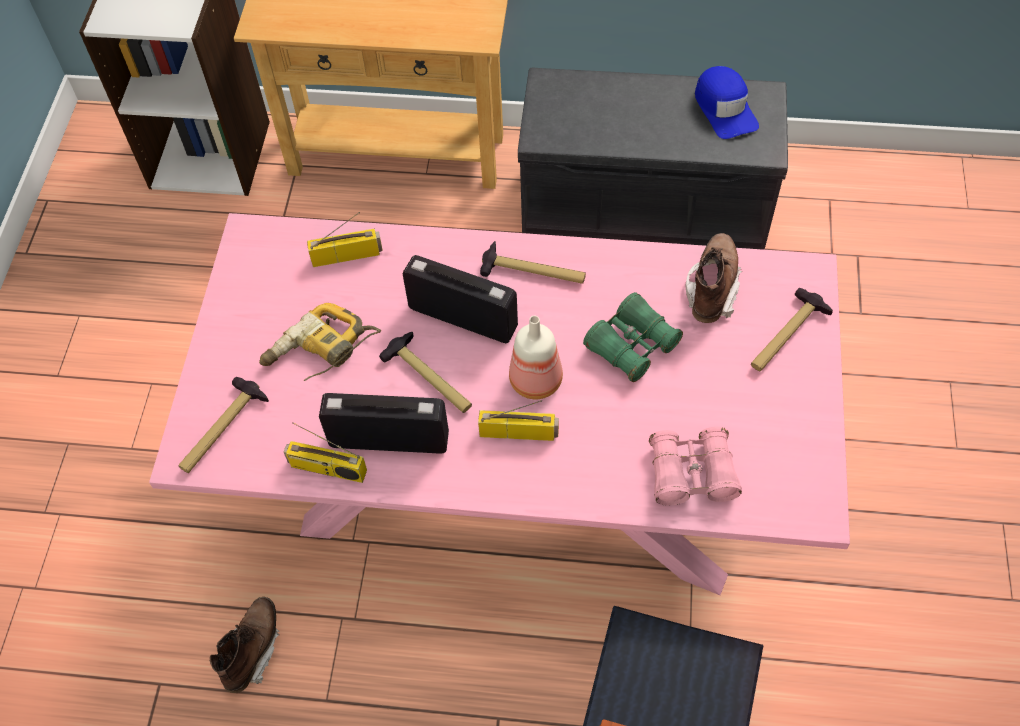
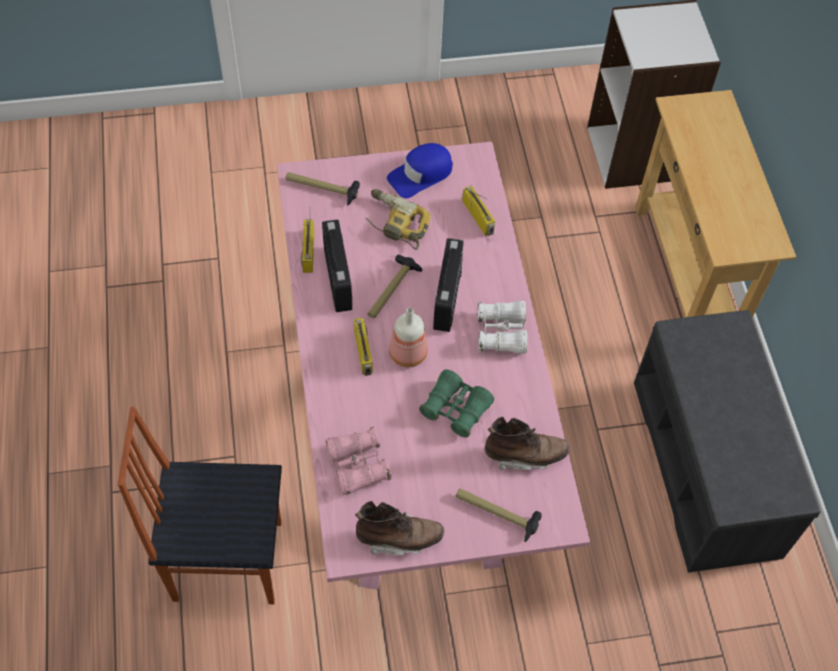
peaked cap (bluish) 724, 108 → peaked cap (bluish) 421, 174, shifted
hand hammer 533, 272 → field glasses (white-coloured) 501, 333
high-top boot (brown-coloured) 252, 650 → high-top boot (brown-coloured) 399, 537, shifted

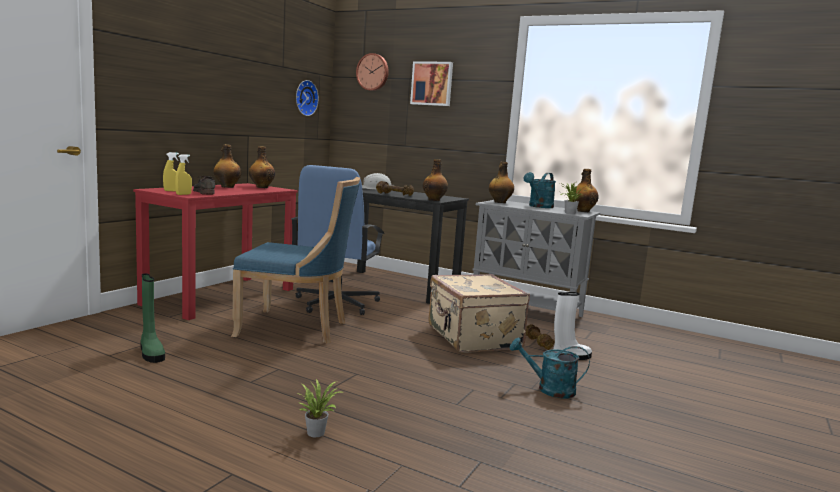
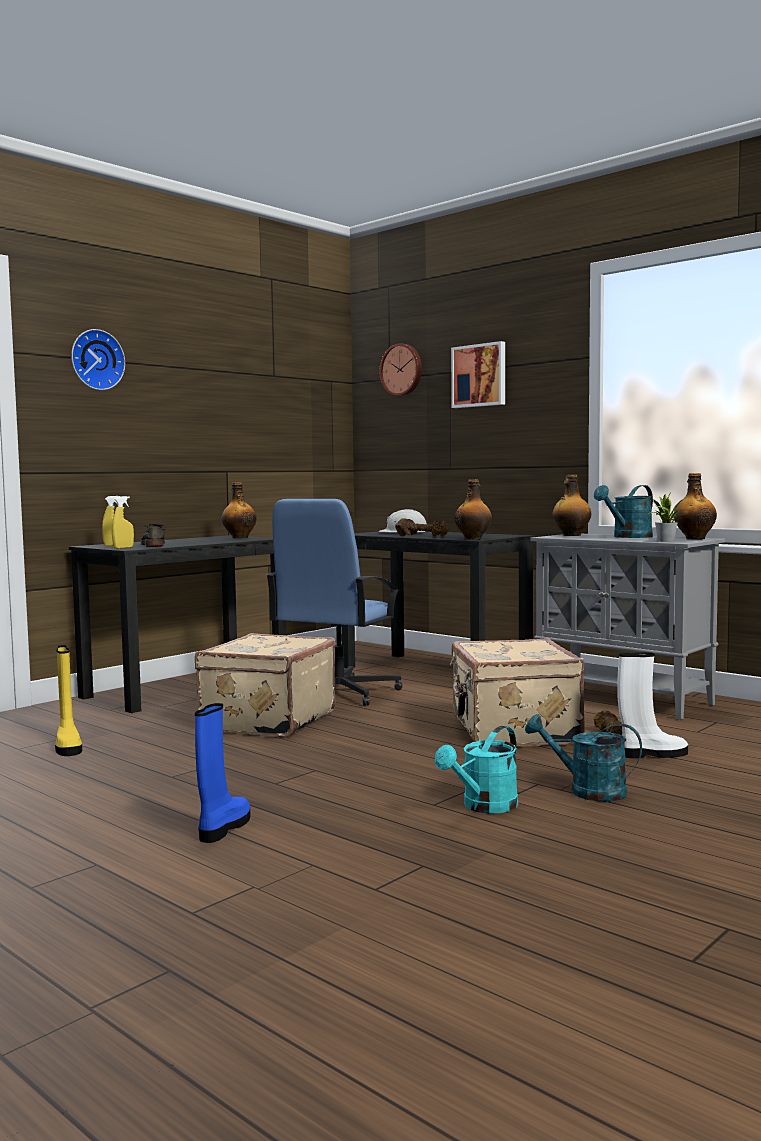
wall clock 305, 98 → wall clock 96, 360, shifted
drink bottle 227, 187 → -
plain chair (bluish) 297, 328 → piece of luggage (sand-coloured) 266, 721
desk table (red) 221, 296 → desk table (blackish) 187, 687
high-top boot (green) 151, 353 → high-top boot (yellow-coloured) 68, 746
plant in a pot 316, 431 → high-top boot (bluish) 223, 828
- → sprinkling can (turquoise) 484, 807

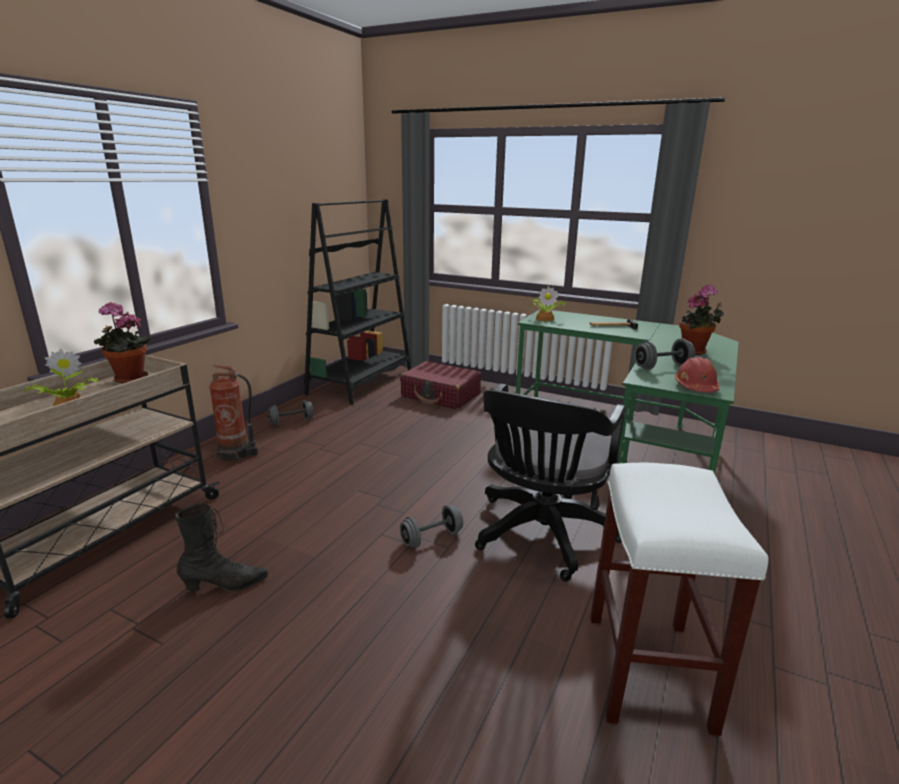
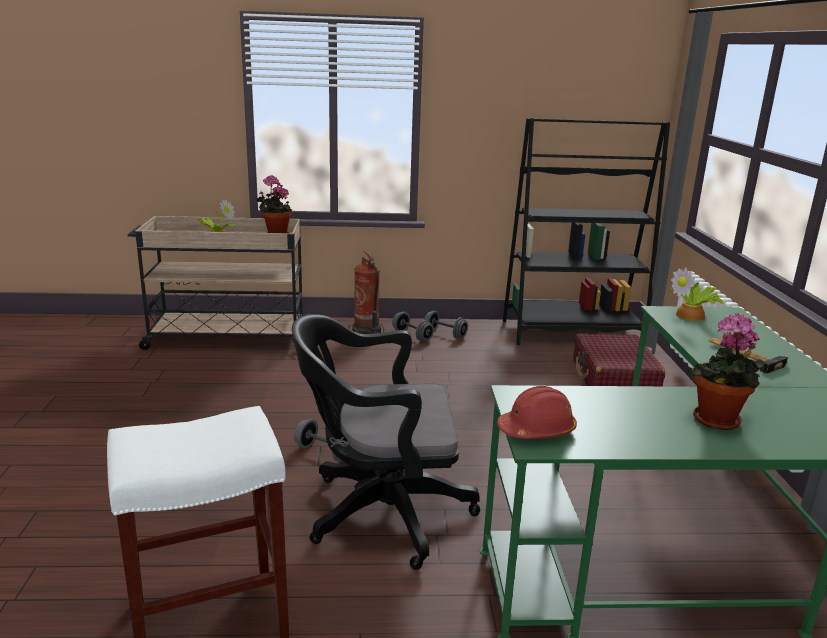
hand weight (greyish) 662, 367 → hand weight (greyish) 412, 336, shifted
high-top boot (blackish) 225, 585 → -

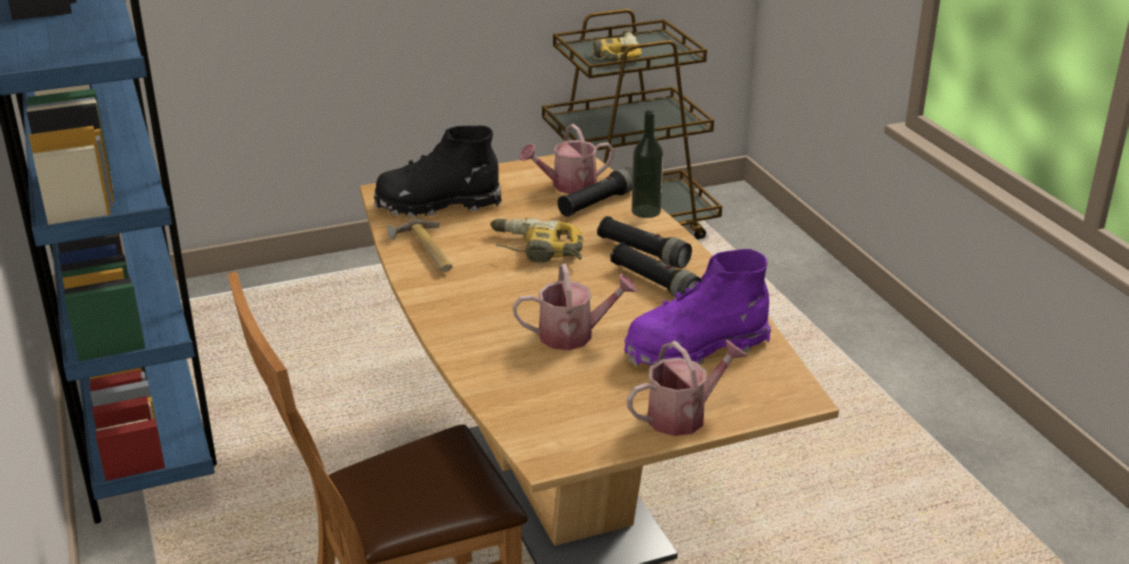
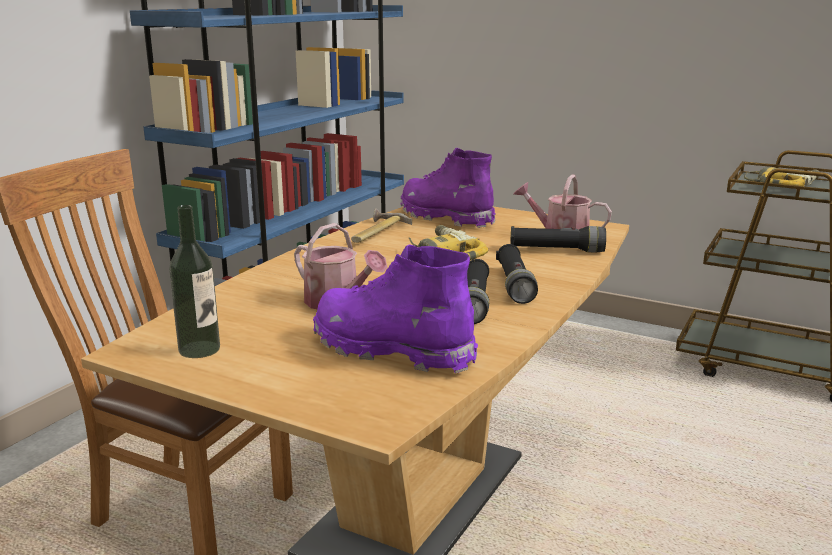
drink bottle 646, 211 → drink bottle 199, 349, shifted
high-top boot (blackish) 437, 204 → high-top boot (purplish) 446, 217
sprinkling can 683, 415 → -

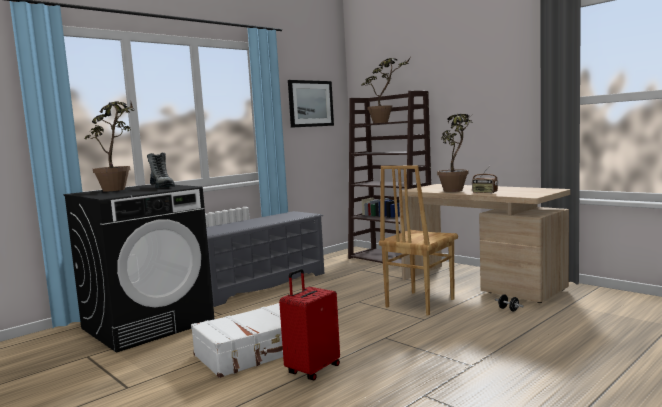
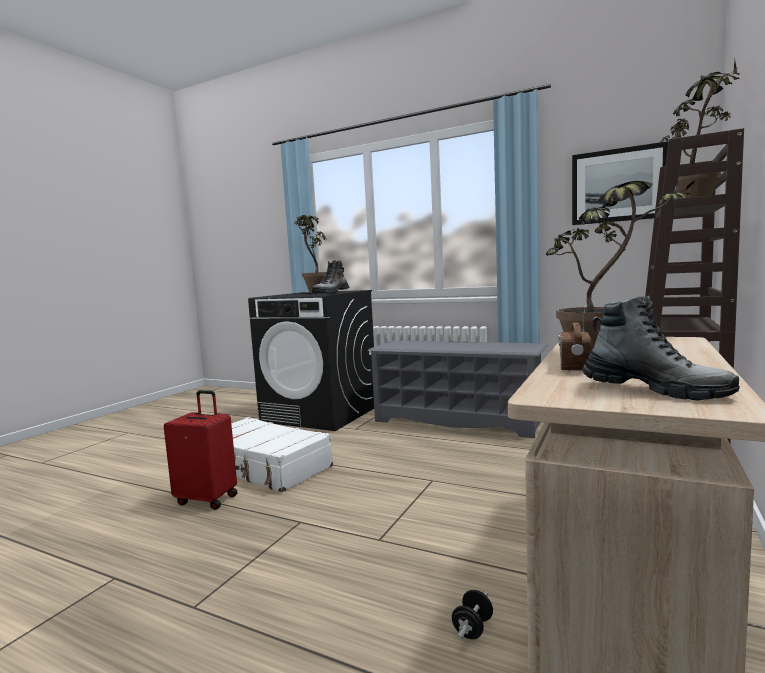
plain chair (brown-coloured) 418, 303 → -
- → high-top boot 654, 390

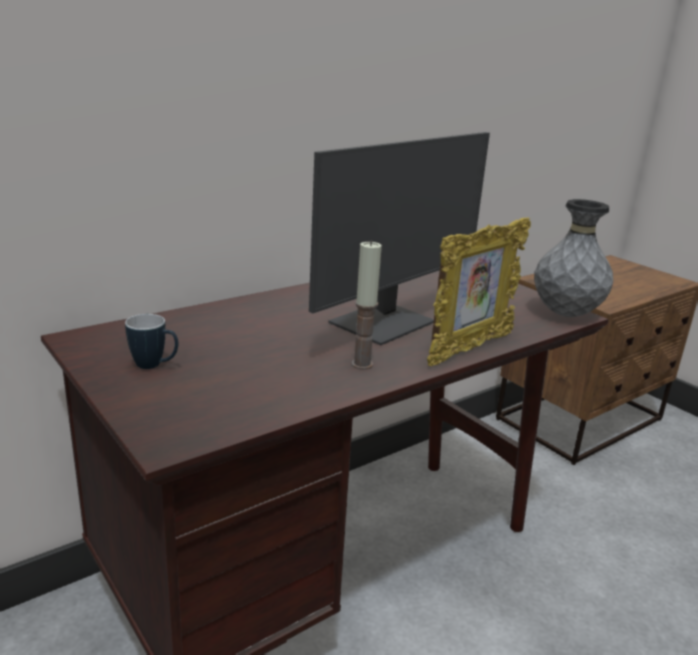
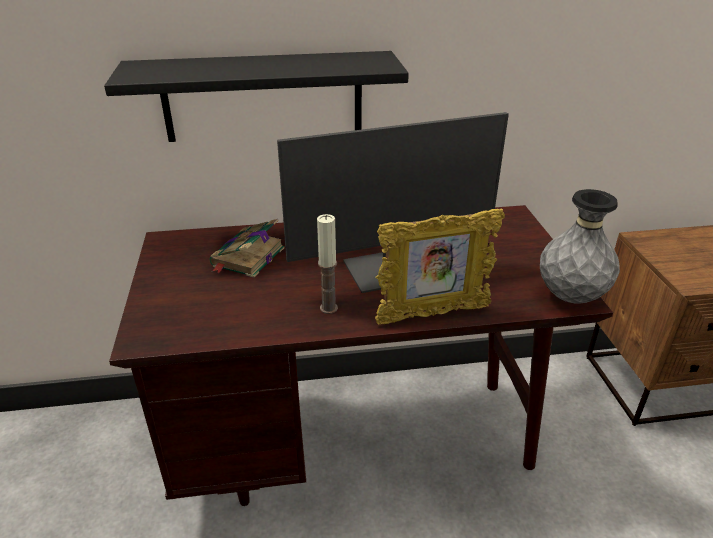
coffee mug 155, 366 → -
- → wall shelf (blackish) 263, 97
- → volume 247, 258

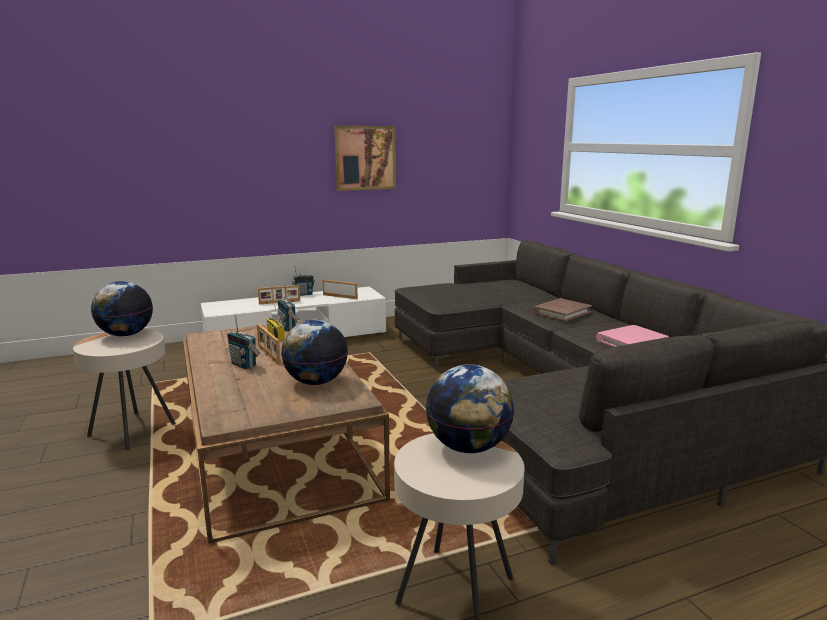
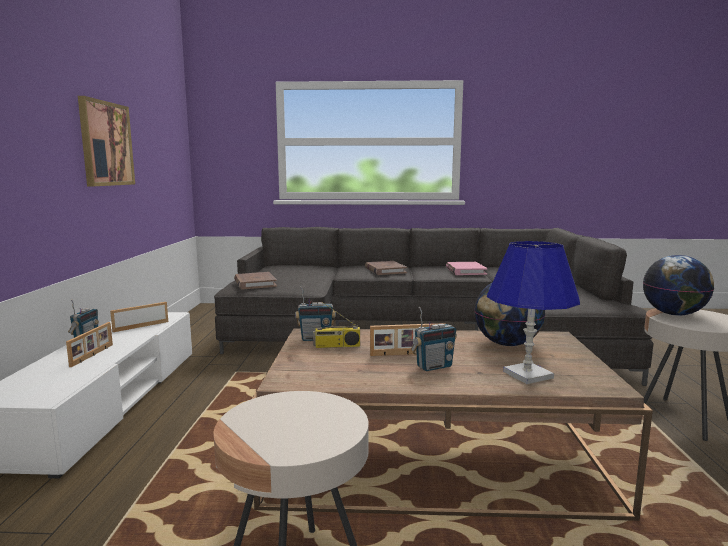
globe 126, 334 → -
- → table lamp (bluish) 527, 374
- → volume (brown-coloured) 255, 283

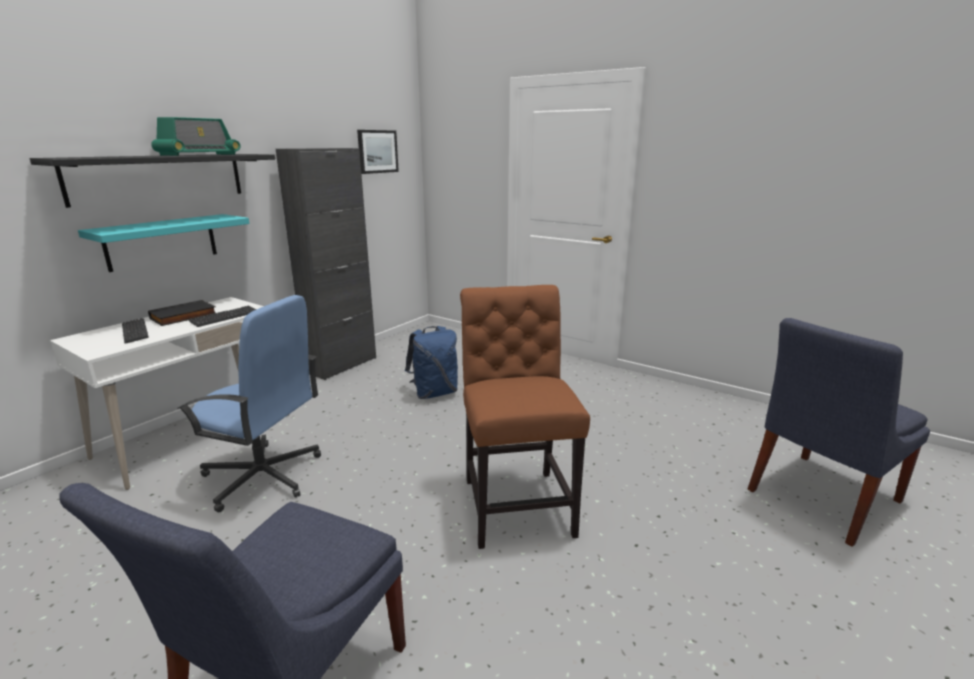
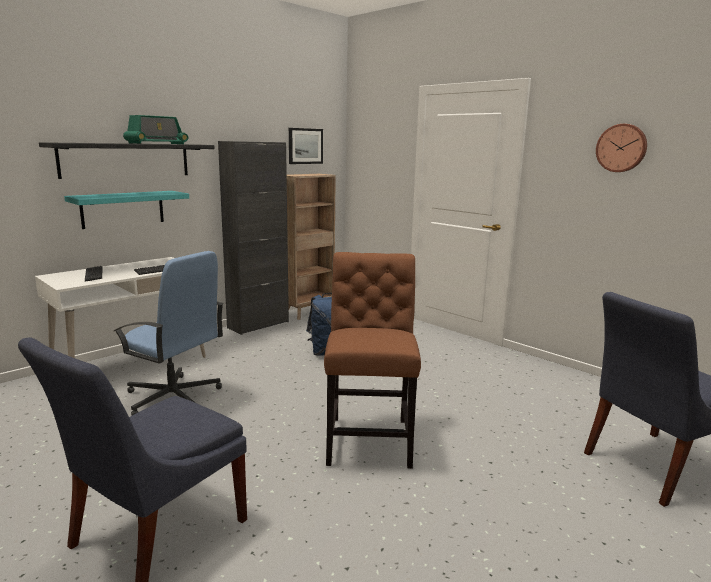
volume (blackish) 183, 316 → -
- → wall clock 621, 148
- → bookcase (brown-coloured) 308, 312

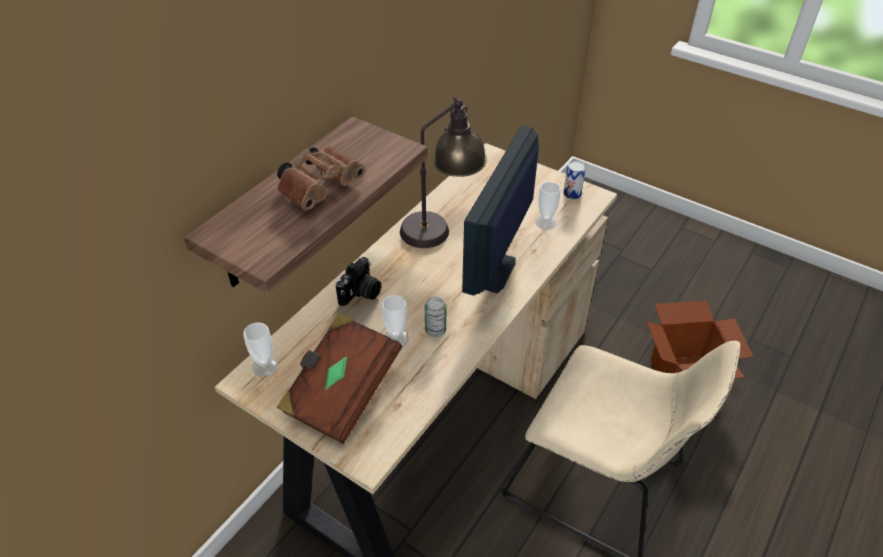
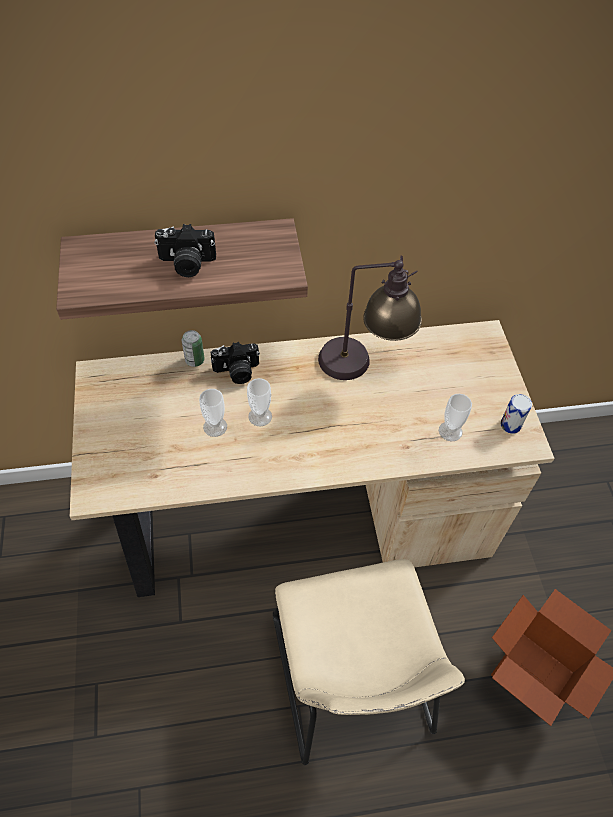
computer screen 493, 272 → -
field glasses (brown-coloured) 322, 187 → photo camera 186, 264
metal can 435, 330 → metal can 195, 360, shifted
volume (brown-coloured) 341, 391 → -
cup 265, 366 → cup 260, 416, shifted

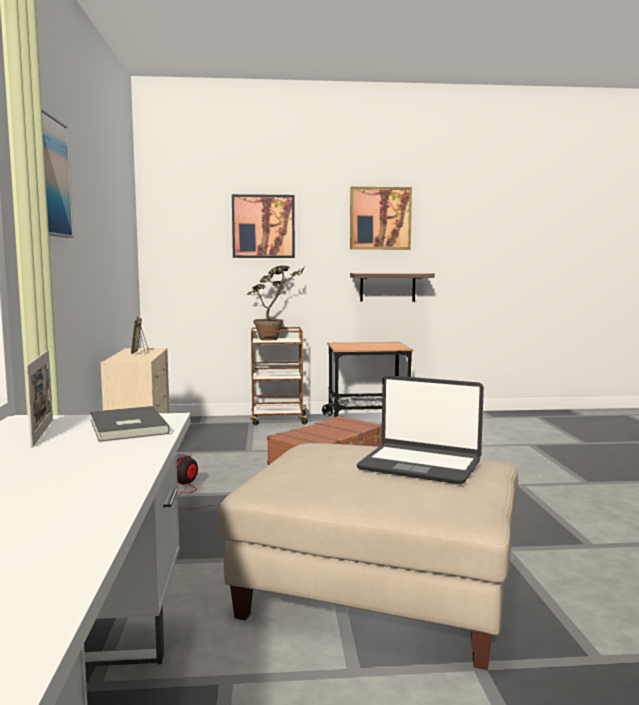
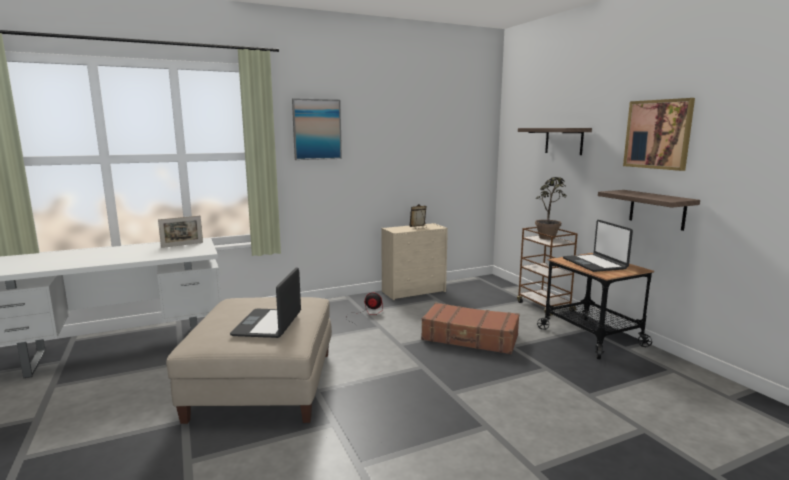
picture 263, 226 → wall shelf 564, 141
volume (greyish) 125, 427 → -
- → laptop 594, 264

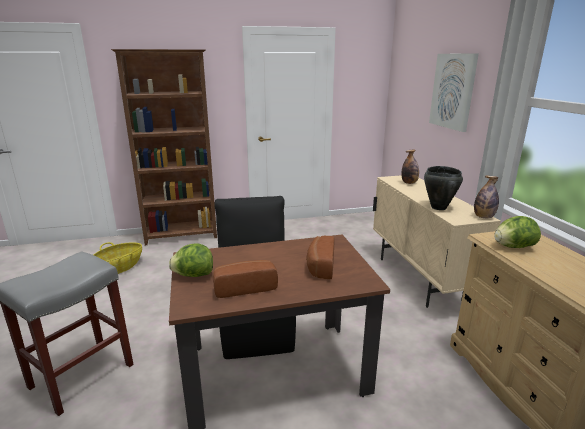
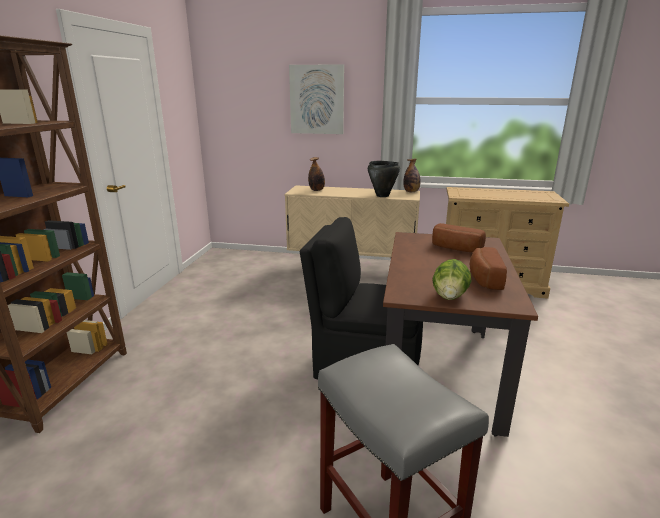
lettuce head 513, 247 → -
basket 118, 267 → -

